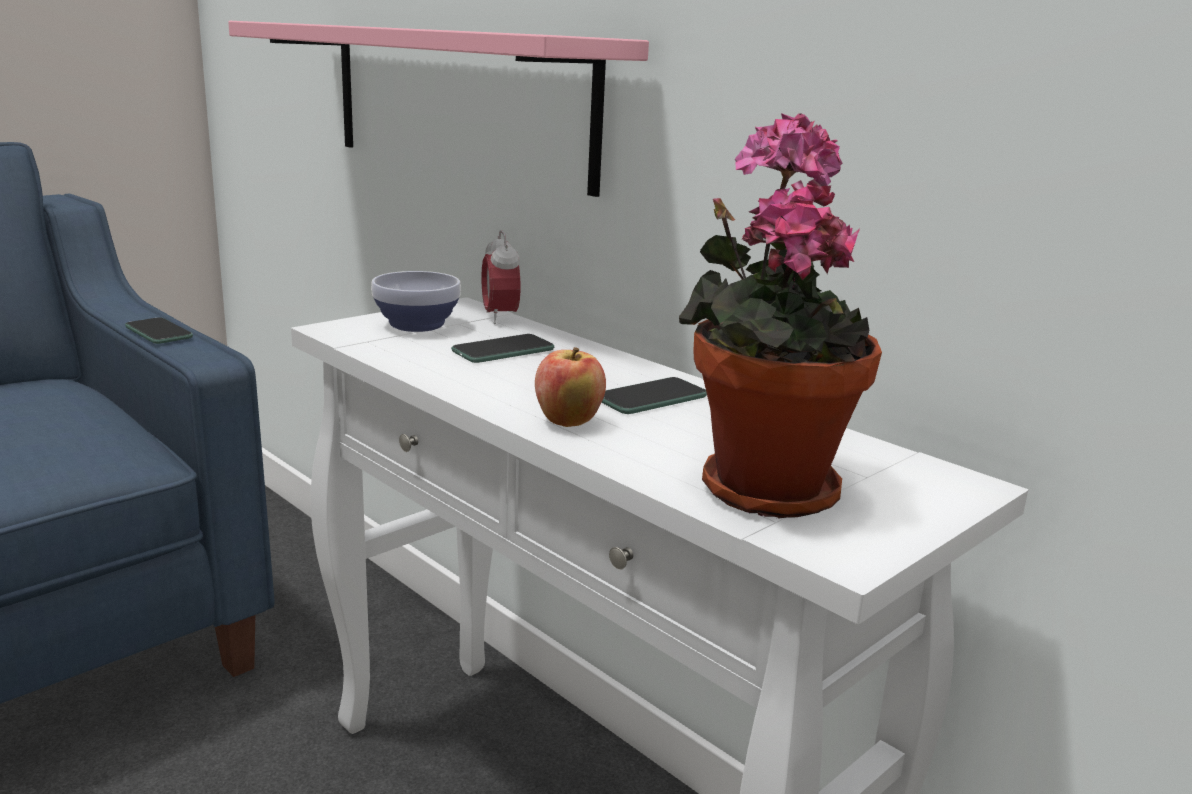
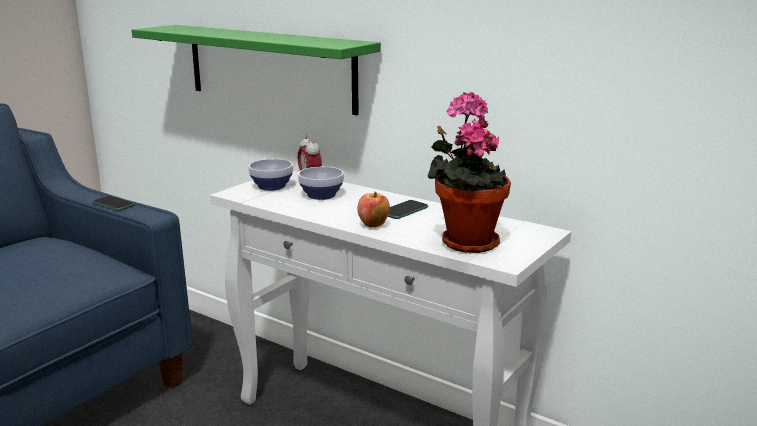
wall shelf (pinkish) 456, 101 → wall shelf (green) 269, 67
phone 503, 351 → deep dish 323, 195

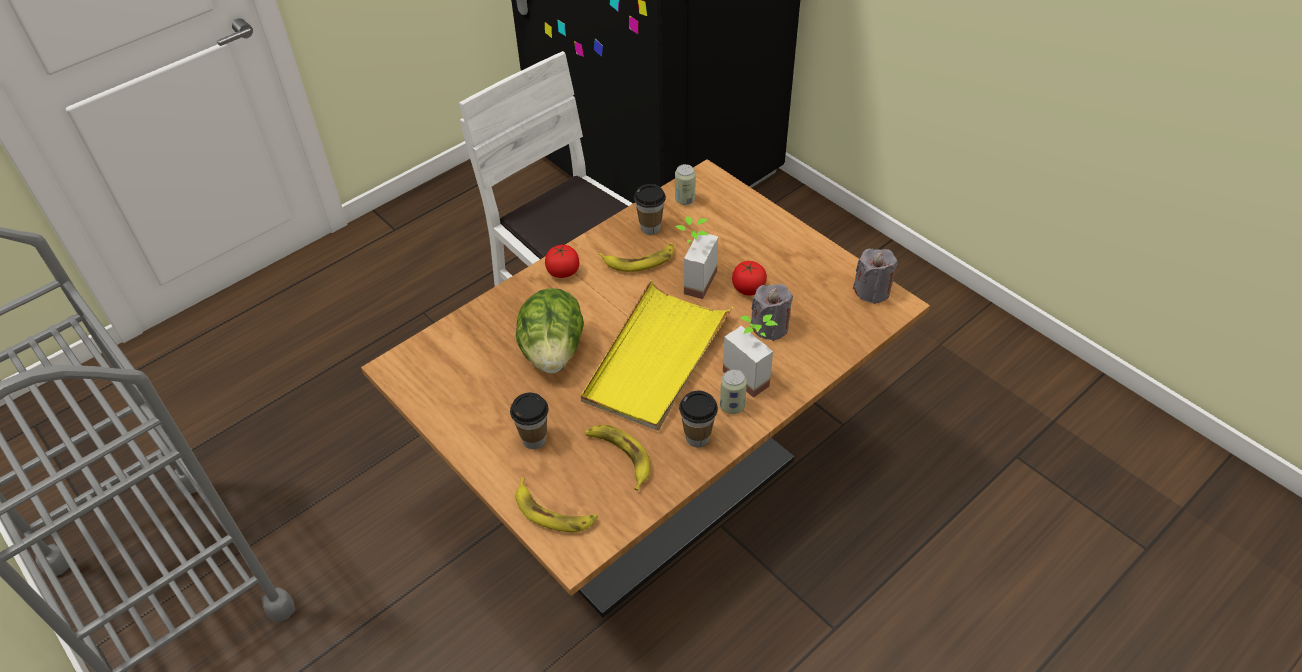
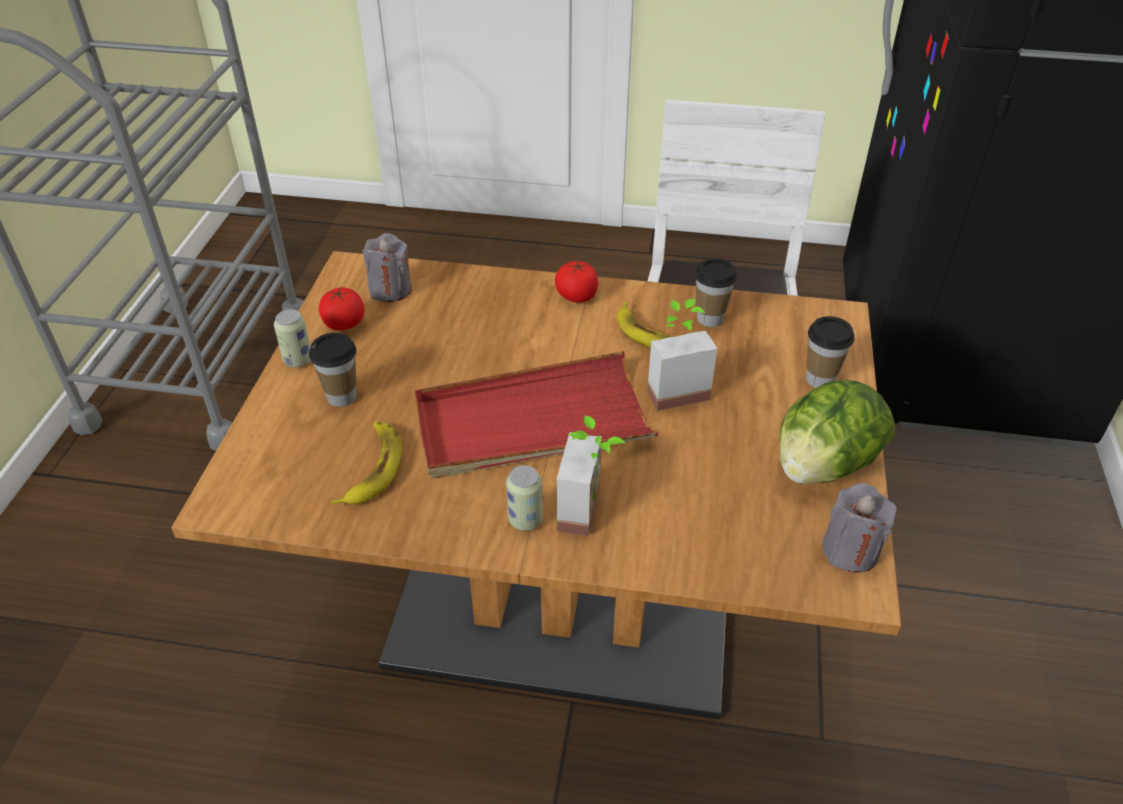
metal can 685, 200 → metal can 298, 360, shifted
whole tomato 748, 288 → whole tomato 344, 324, shifted
tray (yellow-coloured) 656, 359 → tray (red) 531, 423
wax light (greyish) 770, 327 → wax light (greyish) 390, 290, shifted
lettuce head 553, 352 → lettuce head 823, 466, shifted
cup 697, 437 → cup 820, 380, shifted
banana 554, 511 → -

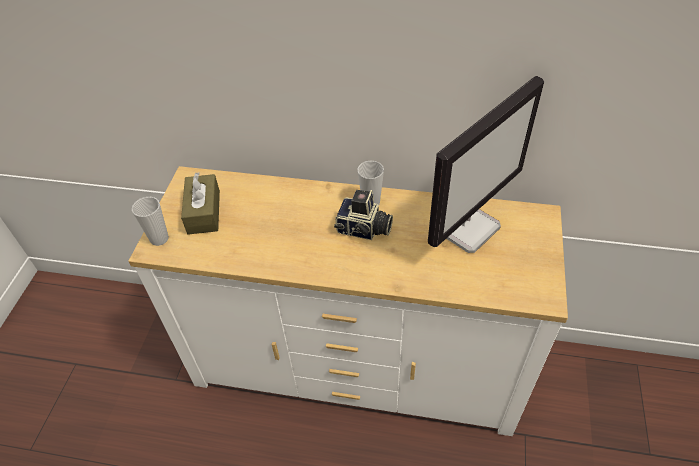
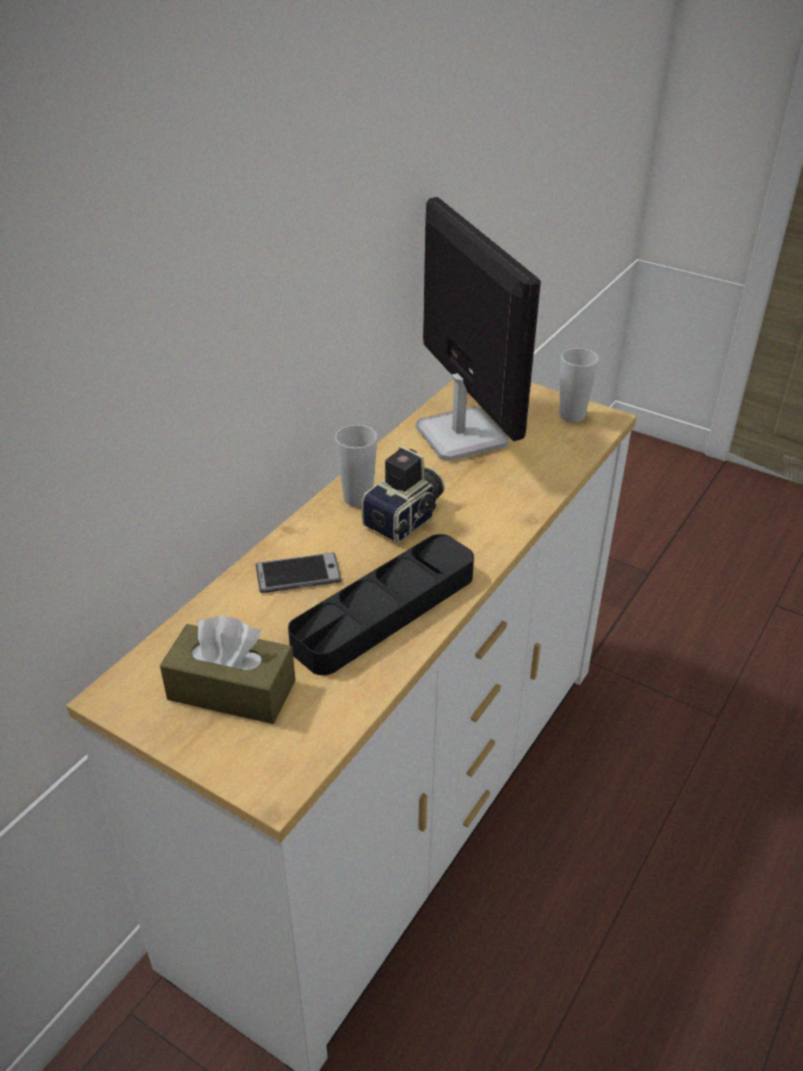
cup 159, 239 → cup 572, 415, shifted
- → tray (blackish) 385, 611
- → phone 298, 574

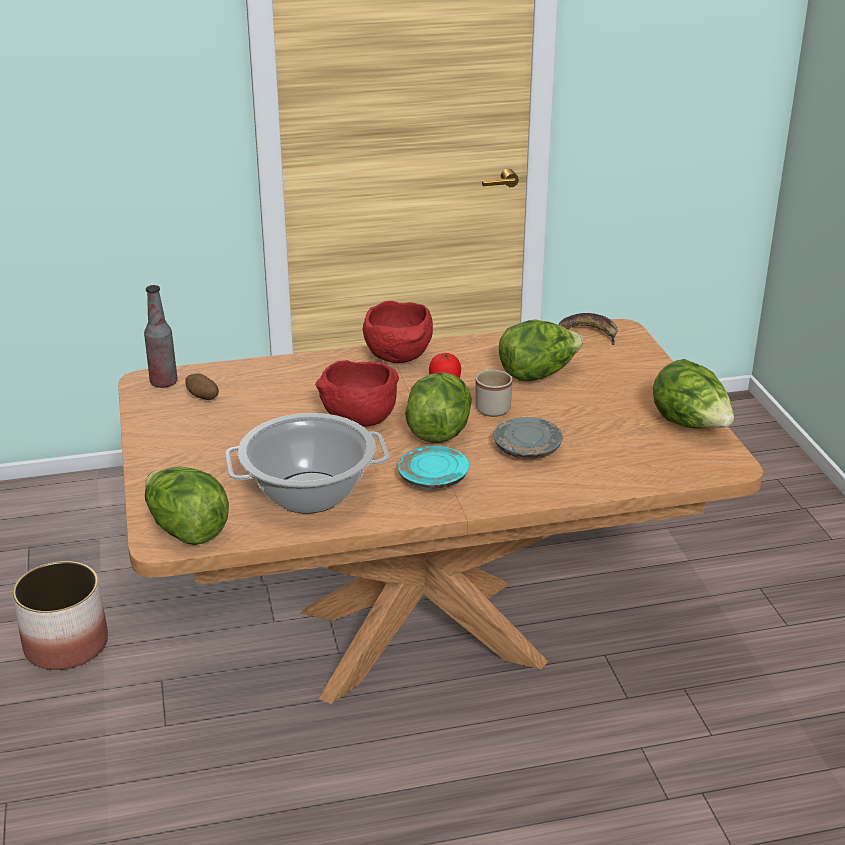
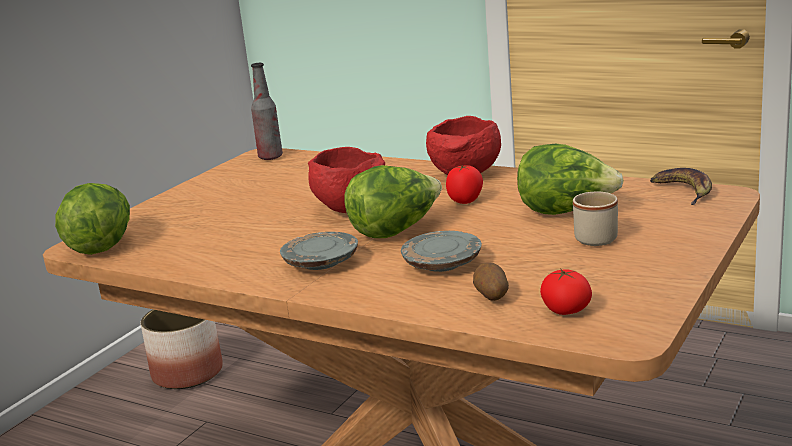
lettuce head 690, 425 → -
coffee mug (sand-coloured) 491, 406 → coffee mug (sand-coloured) 598, 236, shifted
potato 202, 397 → potato 491, 296, shifted
cooking pot 308, 493 → -
flat dish (turquoise) 433, 479 → flat dish (greyish) 320, 263
- → whole tomato 566, 310

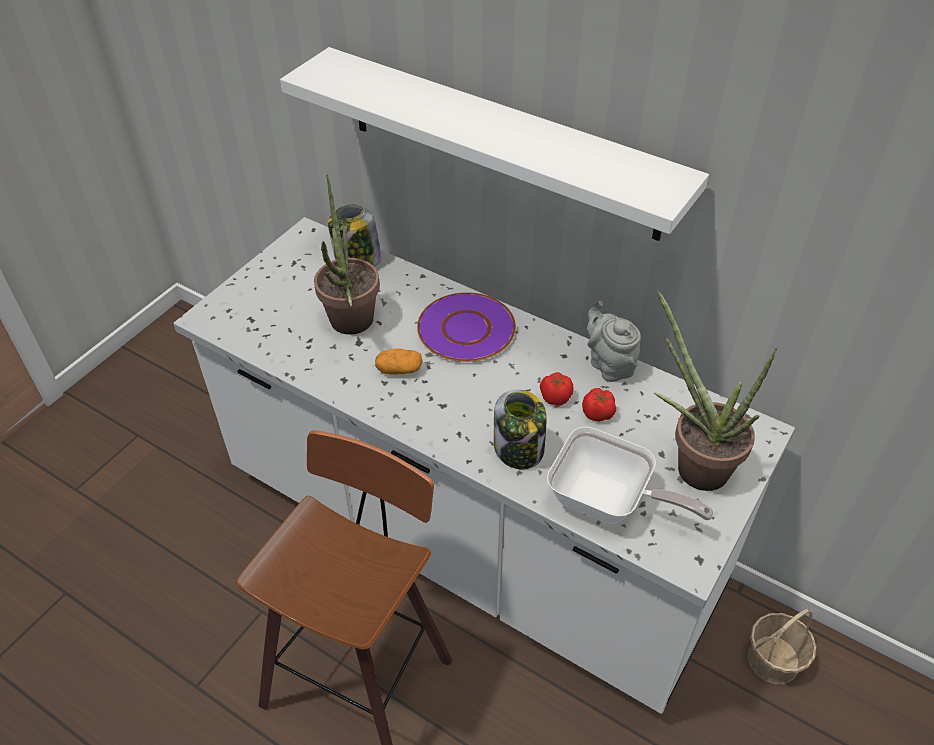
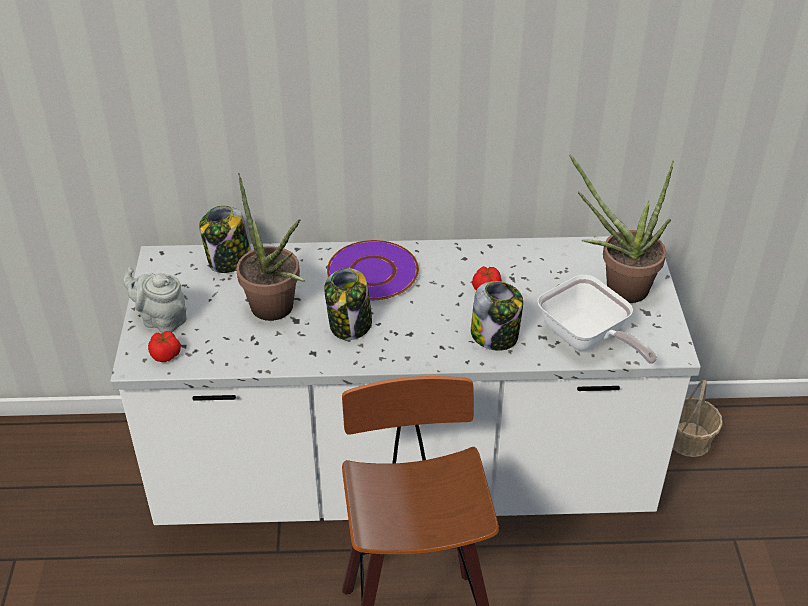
wall shelf (white-coloured) 500, 143 → -
teapot (greyish) 609, 364 → teapot (greyish) 161, 320, shifted
potato 399, 370 → storage jar 350, 325
whole tomato 598, 414 → whole tomato 166, 355, shifted
frying pan 608, 502 → frying pan 587, 339, 60 degrees clockwise

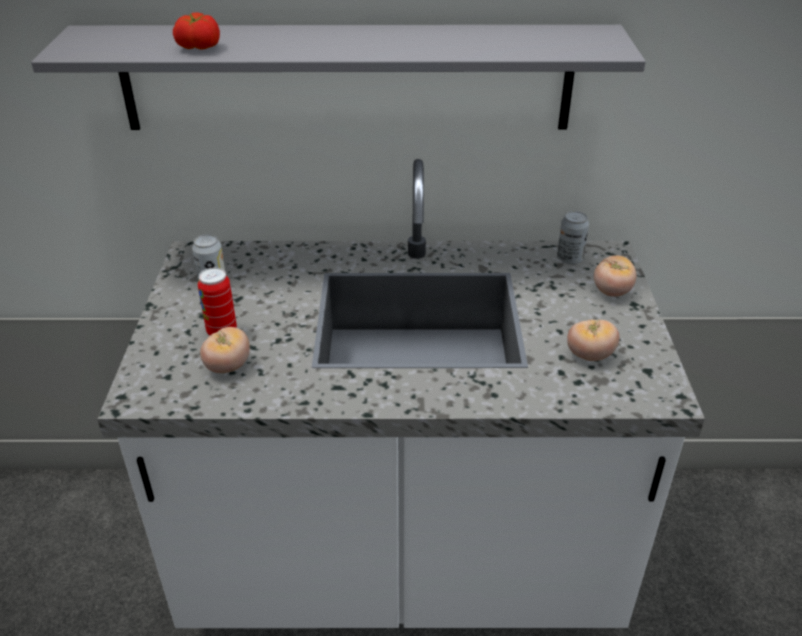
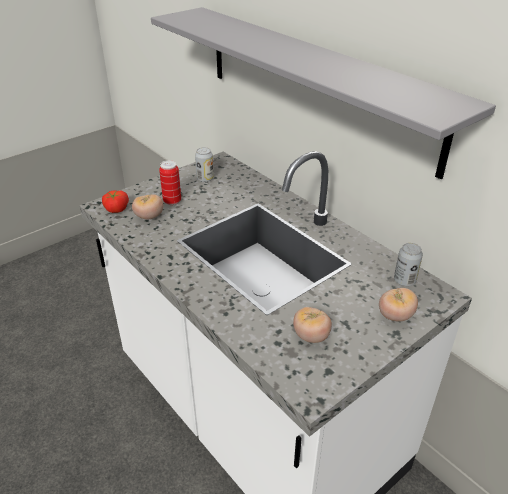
whole tomato 198, 47 → whole tomato 115, 209, shifted

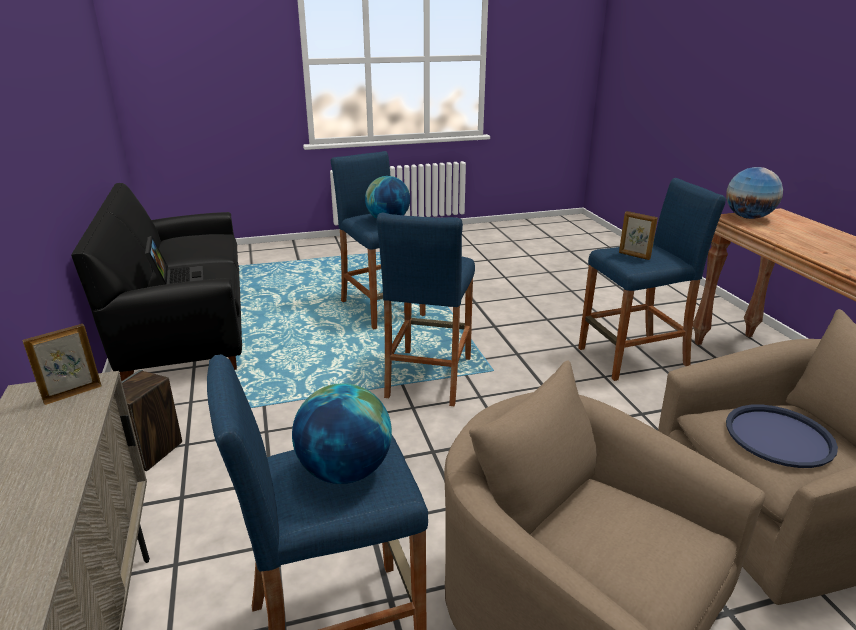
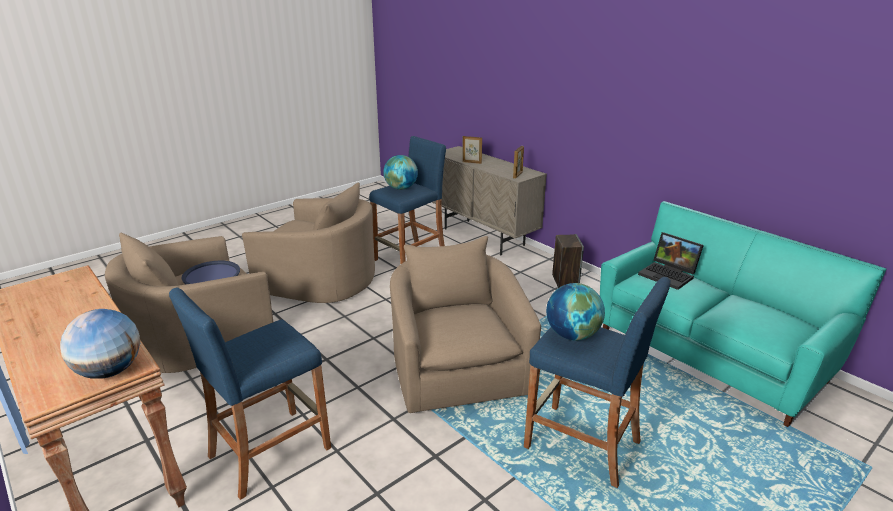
couch (blackish) 185, 329 → couch (turquoise) 709, 356
picture frame 634, 256 → picture frame 472, 162, shifted
sitting stool (bluish) 428, 377 → armchair (sand-coloured) 457, 368

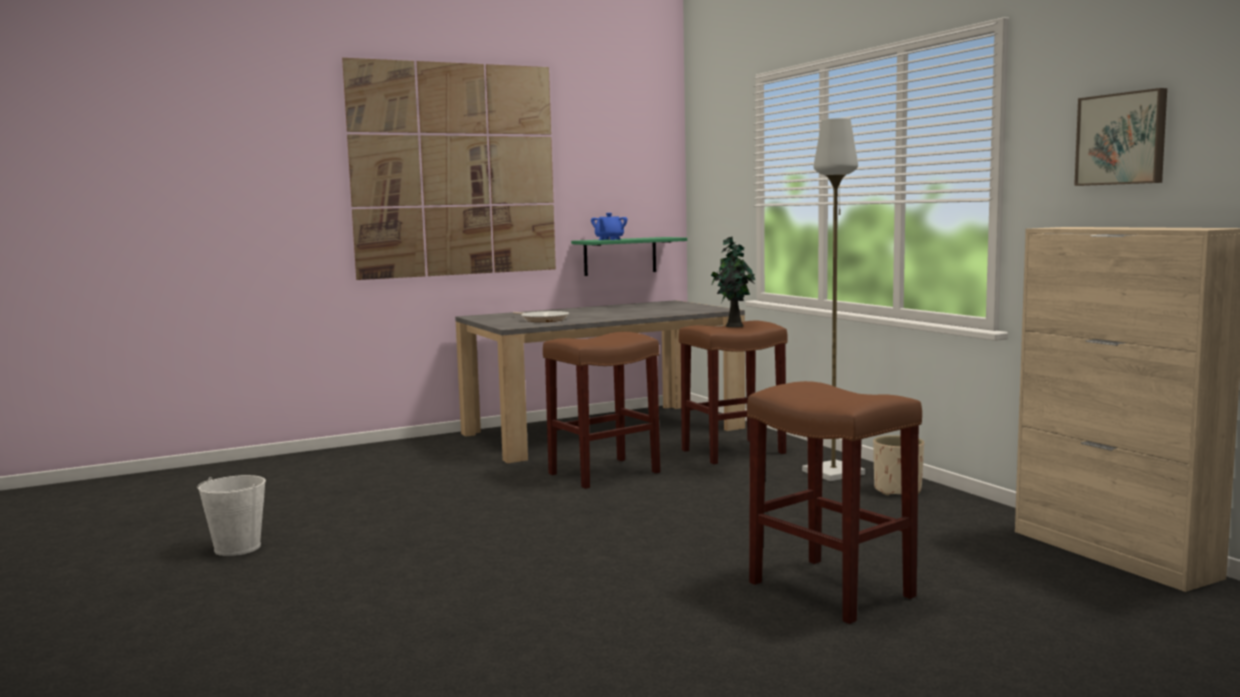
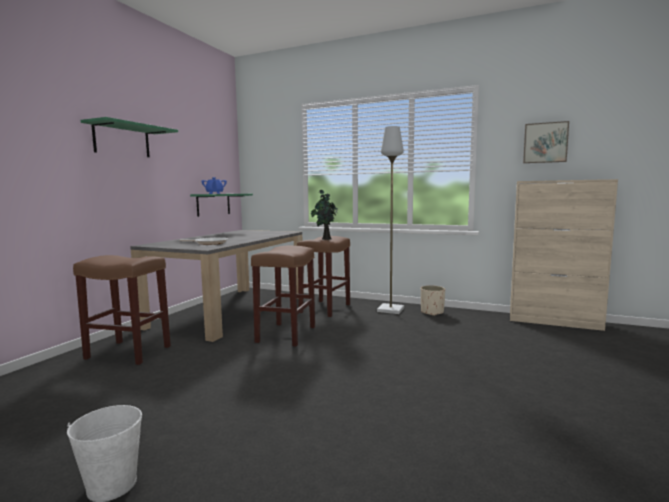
picture 454, 170 → wall shelf (green) 122, 140
sitting stool (brown-coloured) 828, 589 → sitting stool (brown-coloured) 127, 352, shifted

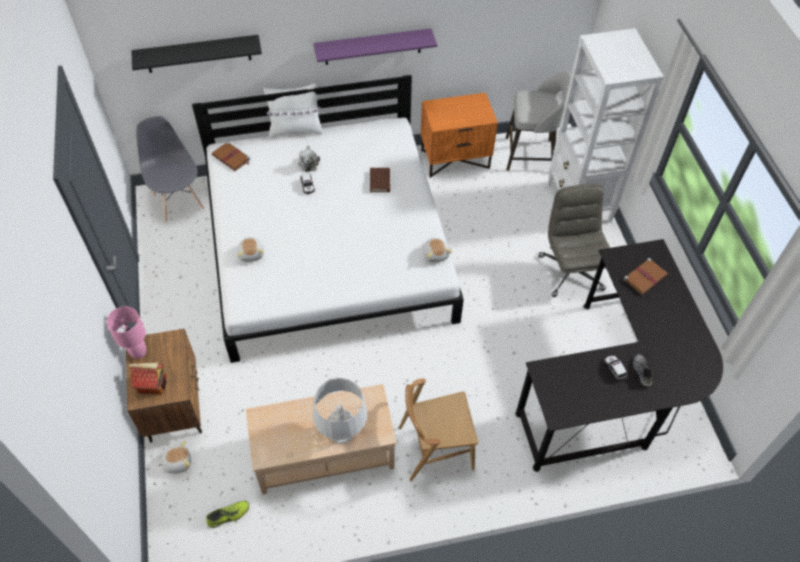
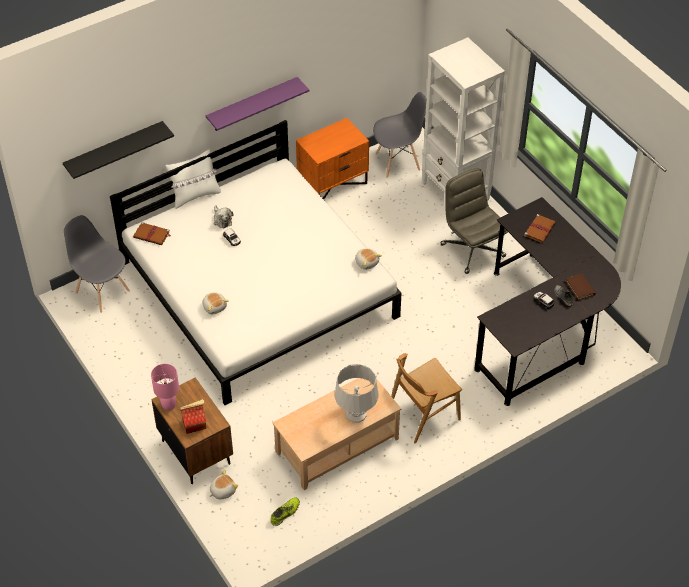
sitting stool (greyish) 531, 155 → plain chair (greyish) 398, 162
volume (brown-coloured) 380, 181 → volume (brown-coloured) 580, 288, shifted

